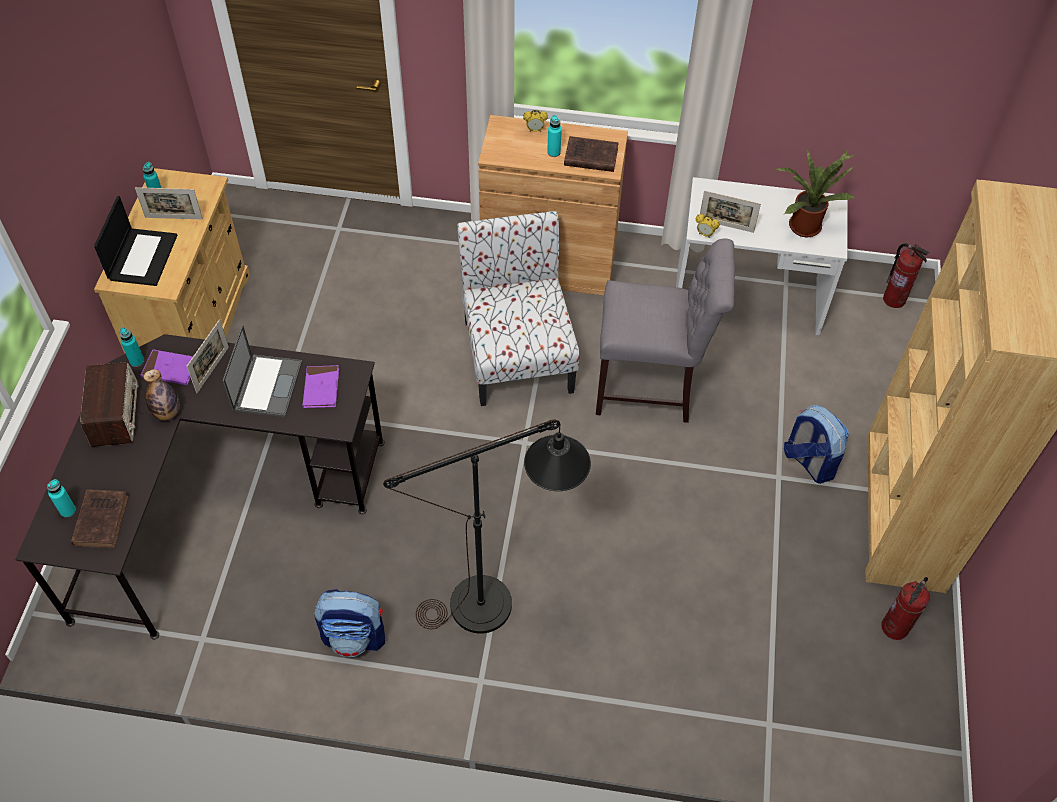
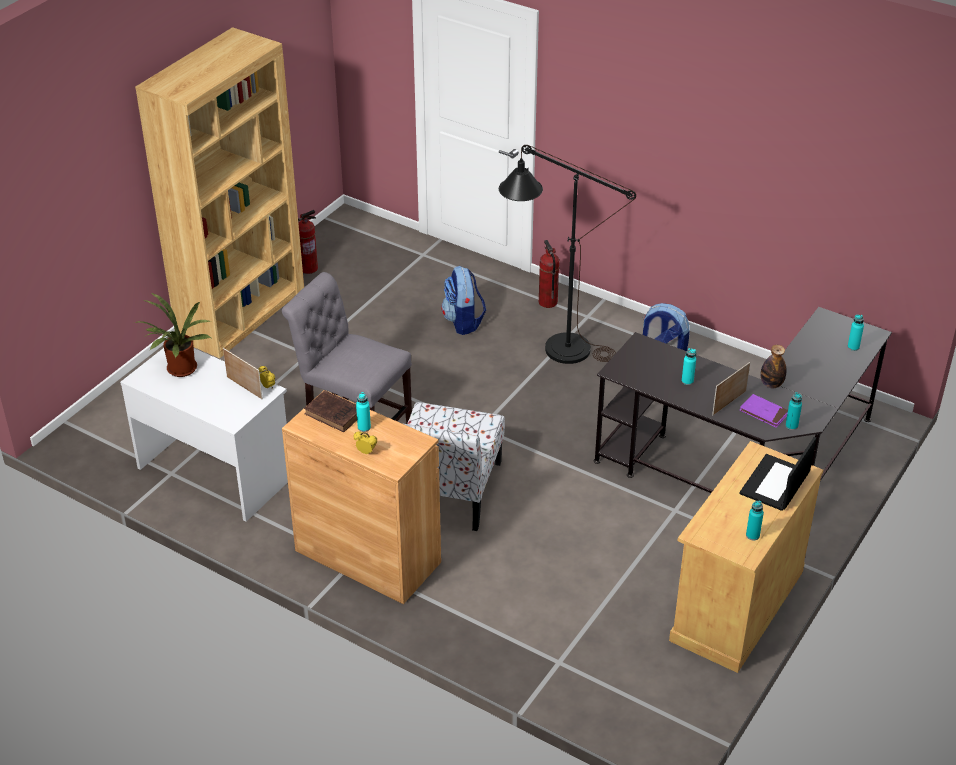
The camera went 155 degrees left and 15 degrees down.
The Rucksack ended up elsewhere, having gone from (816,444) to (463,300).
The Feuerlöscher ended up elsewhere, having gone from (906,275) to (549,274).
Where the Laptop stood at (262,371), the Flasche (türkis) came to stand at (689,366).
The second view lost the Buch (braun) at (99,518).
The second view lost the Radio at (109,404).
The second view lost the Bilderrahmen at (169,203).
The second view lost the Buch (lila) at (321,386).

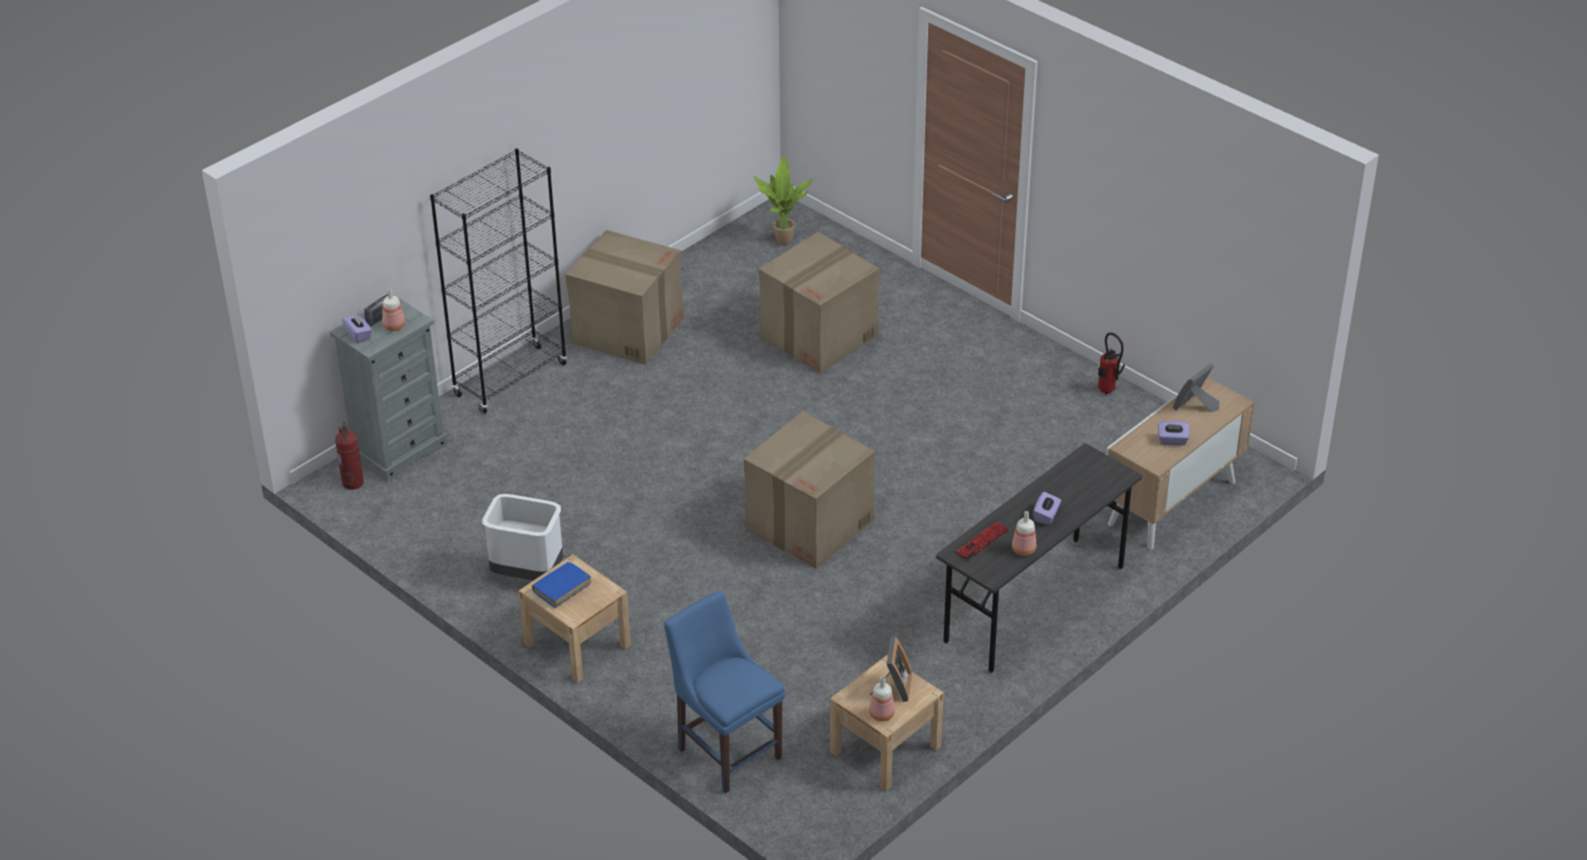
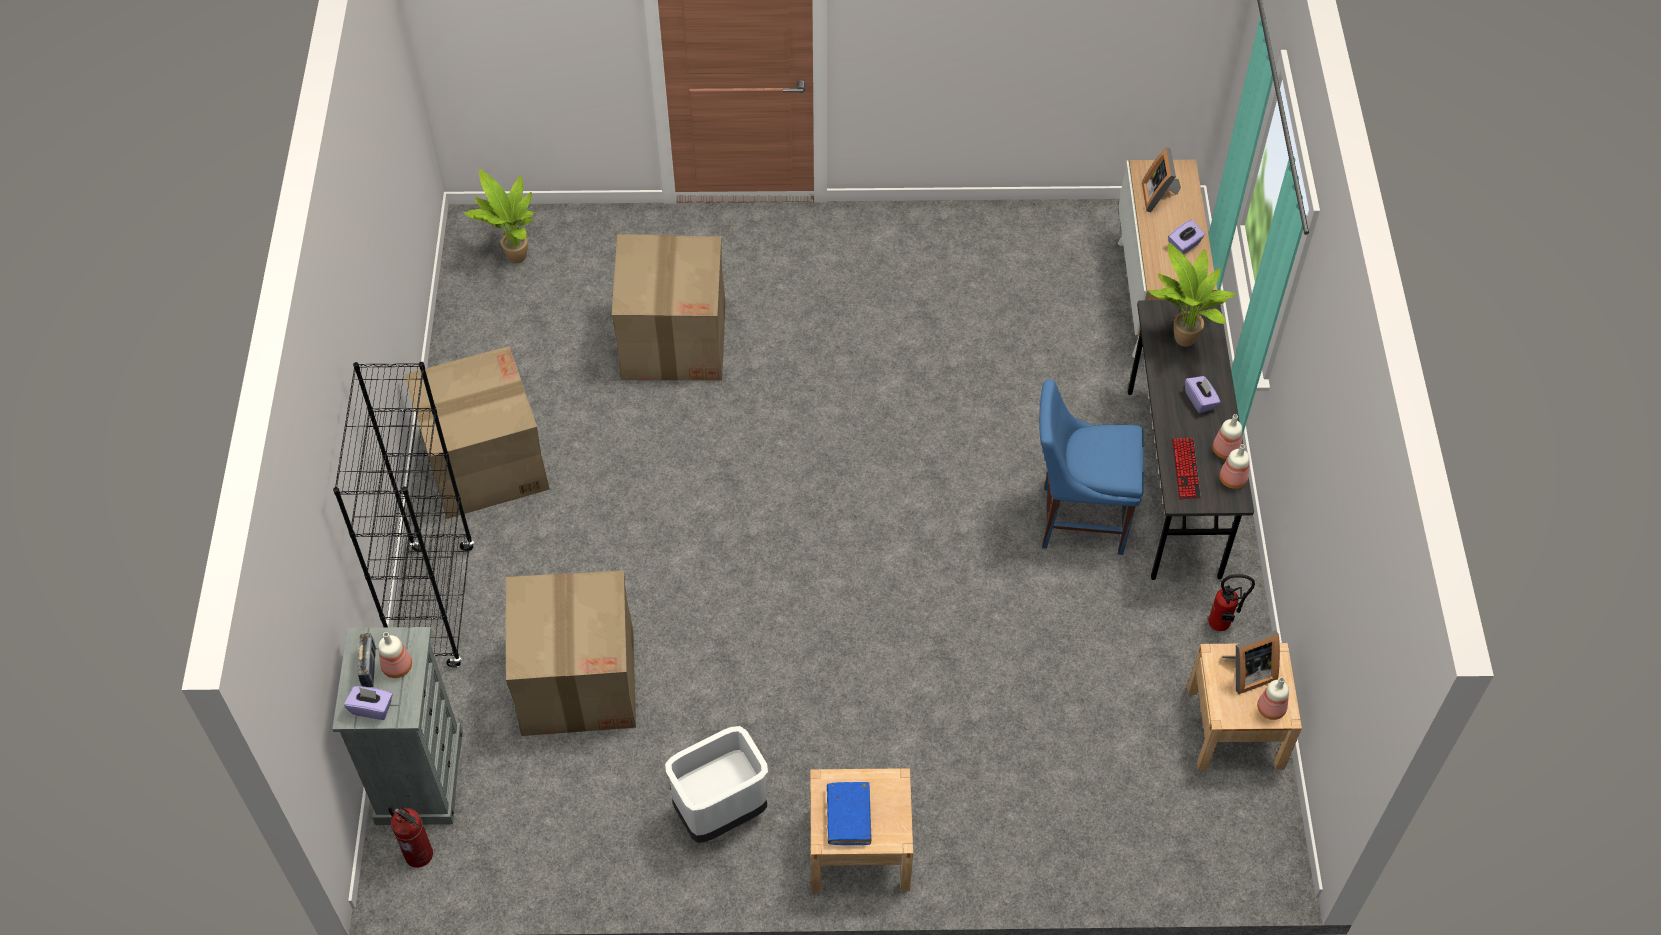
The camera went 45 degrees left and 15 degrees up.
The Karton ended up elsewhere, having gone from (809,489) to (571,653).
The Stuhl (blau) ended up elsewhere, having gone from (724,691) to (1091,467).
The second view gained the Topfpflanze at (1192,295).
The Feuerlöscher ended up elsewhere, having gone from (1111,363) to (1231,602).
The second view gained the Flasche at (1235,466).
The Bilderrahmen at (891,669) ended up facing another way, 105 degrees clockwise from before.

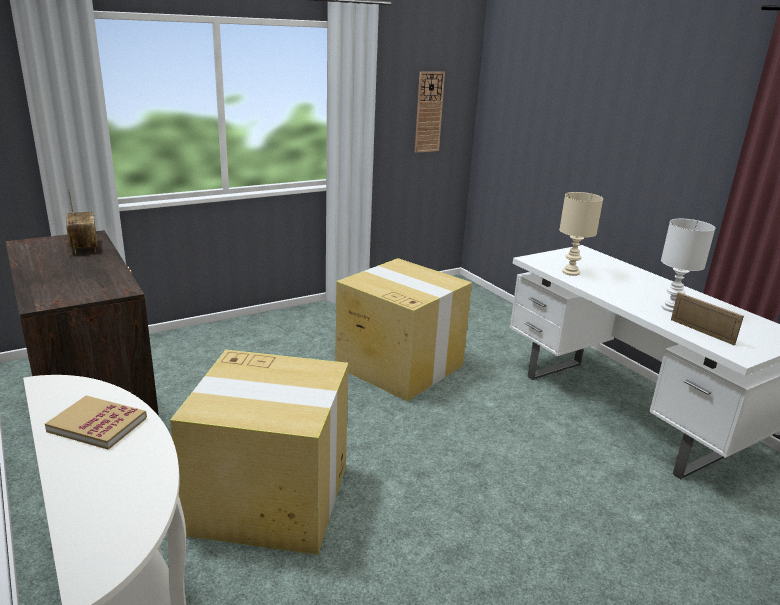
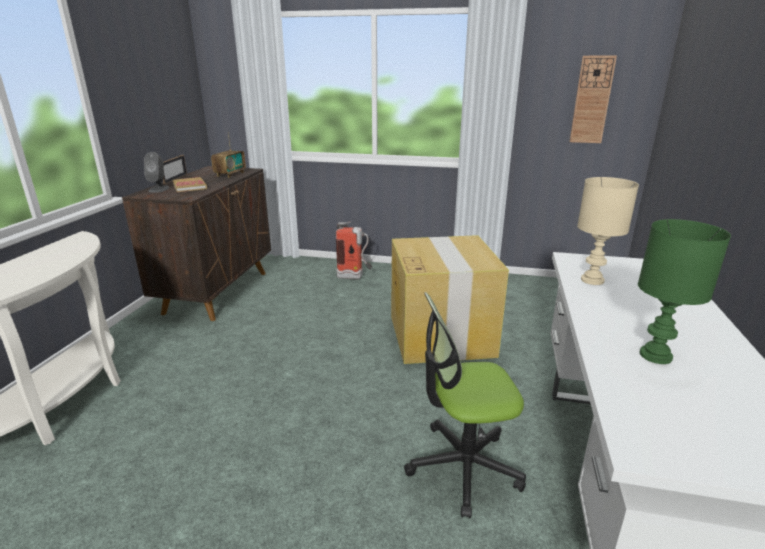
The camera went 45 degrees right and 0 degrees up.
The second view gained the Lautsprecher (grau) at (156,172).
The Bilderrahmen ended up elsewhere, having gone from (707,318) to (175,169).
The Buch ended up elsewhere, having gone from (96,423) to (189,184).
The second view gained the Feuerlöscher at (354,251).
The second view gained the Bürostuhl at (465,405).
What was the Tischlampe (weiß) at (688,265) turned into the Tischlampe (grün) at (684,291).
The second view lost the Karton at (259,452).

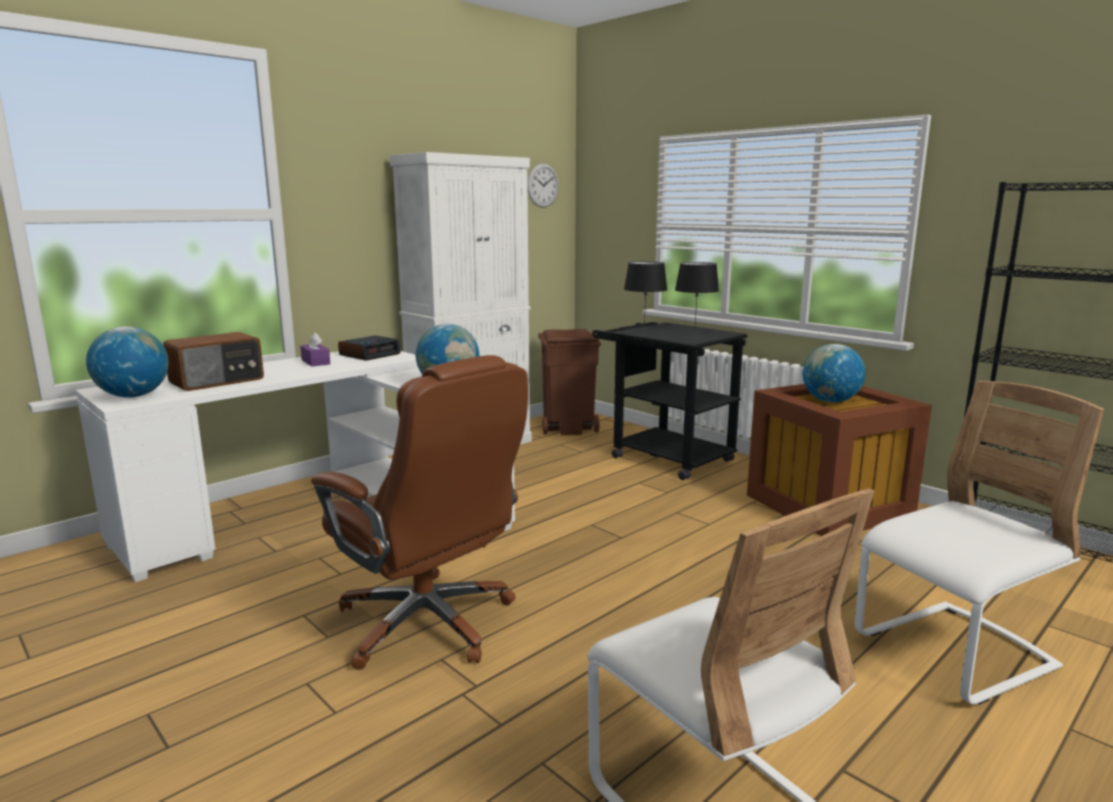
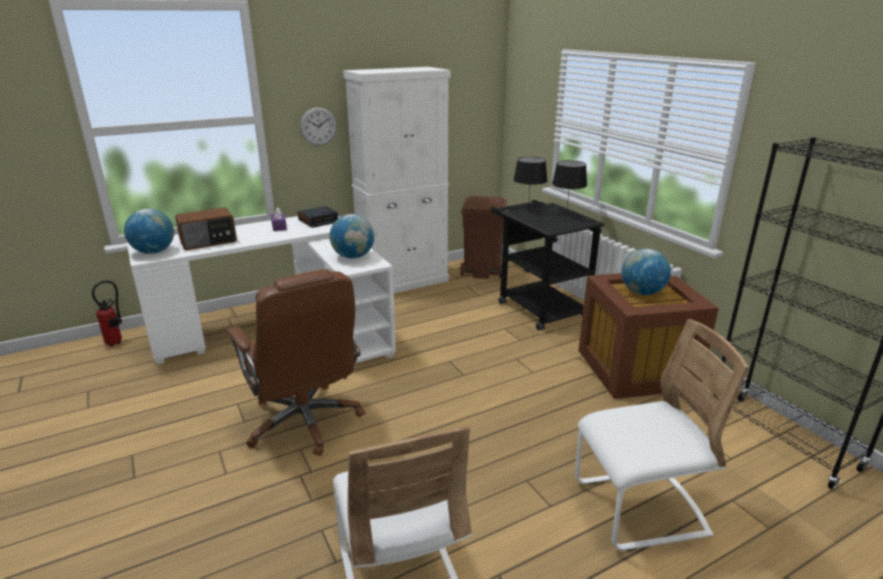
The camera went 15 degrees right and 10 degrees up.
The second view gained the Feuerlöscher at (107,313).
The Wanduhr ended up elsewhere, having gone from (543,185) to (318,126).

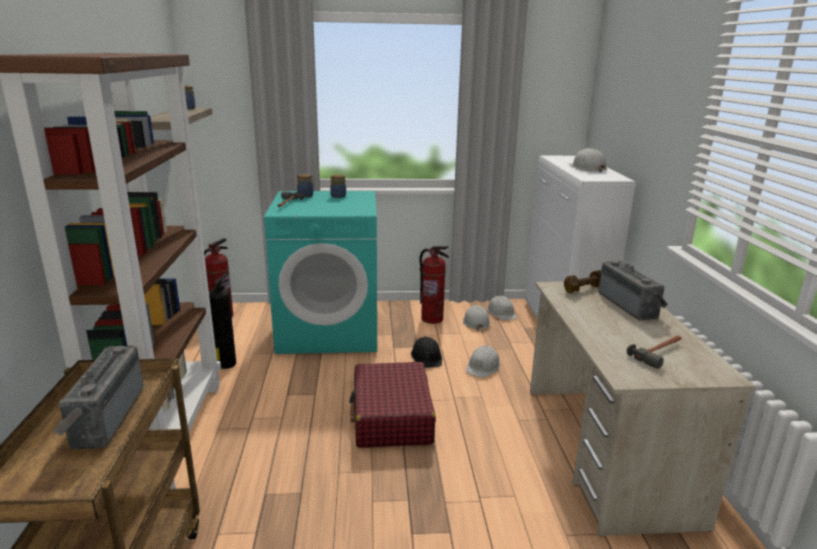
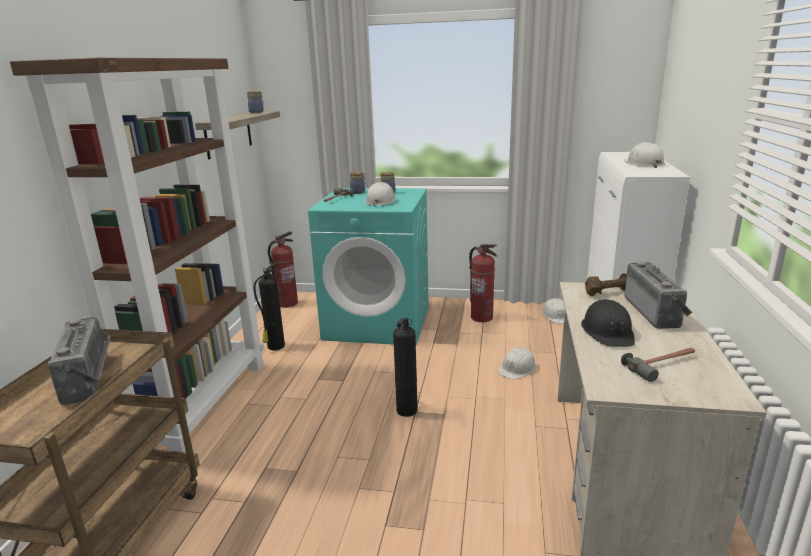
The camera went 15 degrees right and 0 degrees up.
The Radio at (98,397) ended up facing another way, 150 degrees clockwise from before.
The Schutzhelm (weiß) ended up elsewhere, having gone from (476,318) to (380,194).
Where the Koffer (rot) stood at (392,405), the Feuerlöscher came to stand at (405,367).
The Schutzhelm (schwarz) ended up elsewhere, having gone from (426,352) to (608,323).

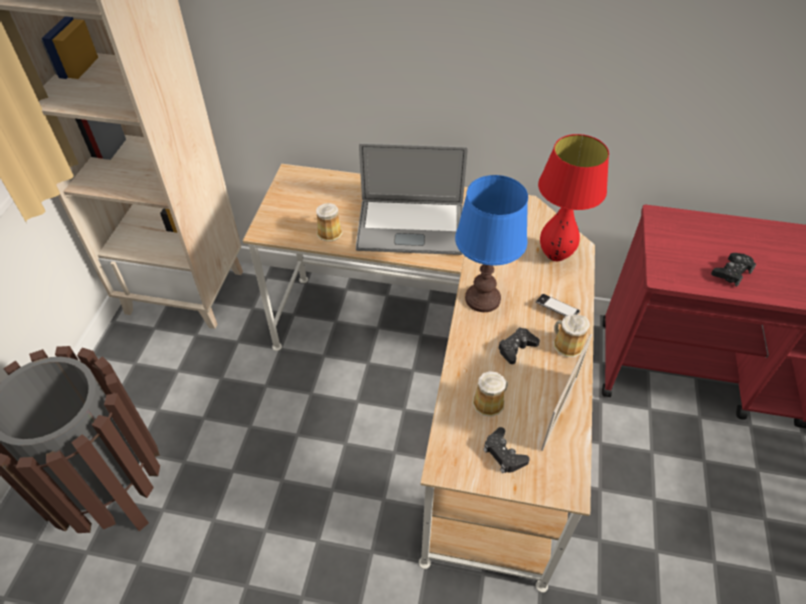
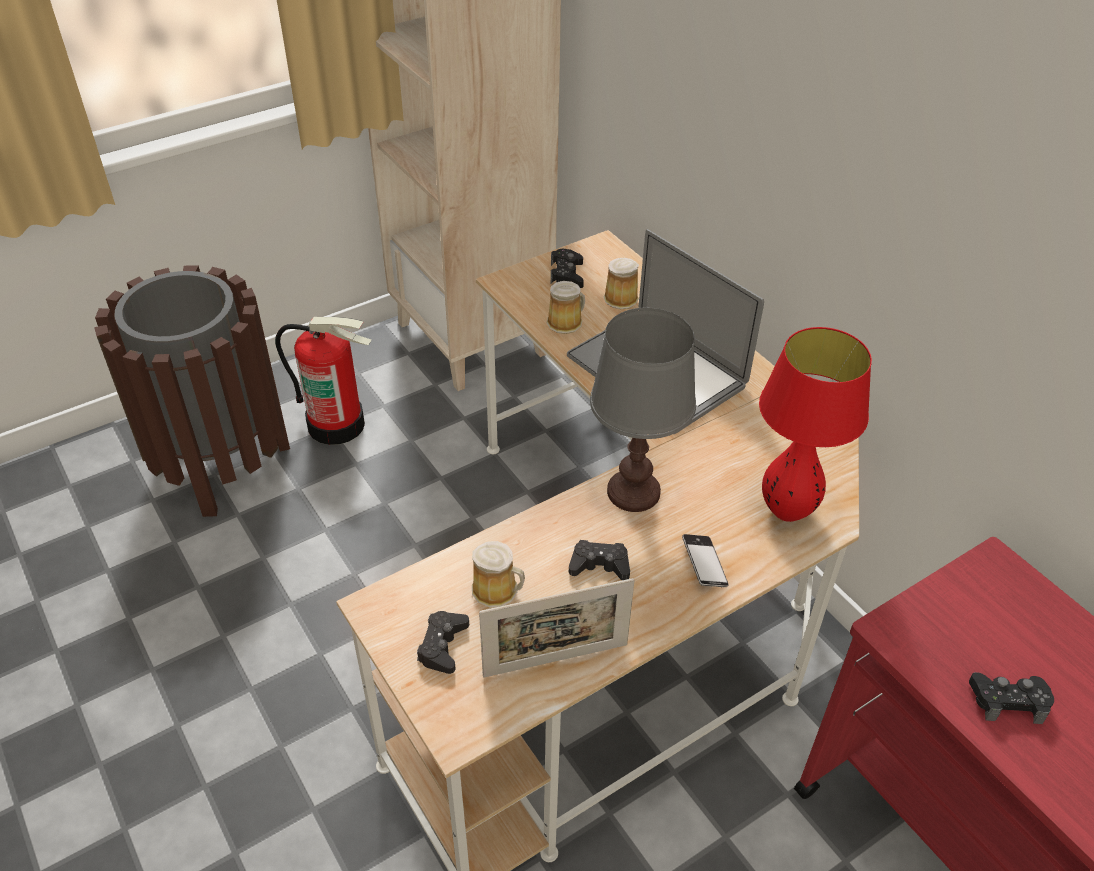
The camera went 45 degrees right and 5 degrees down.
The second view gained the Feuerlöscher at (323,381).
The second view gained the Gamepad (schwarz) at (567,268).
What was the Tischlampe (blau) at (491,243) turned into the Tischlampe (grau) at (643,409).
The Henkelbecher ended up elsewhere, having gone from (571,335) to (621,283).

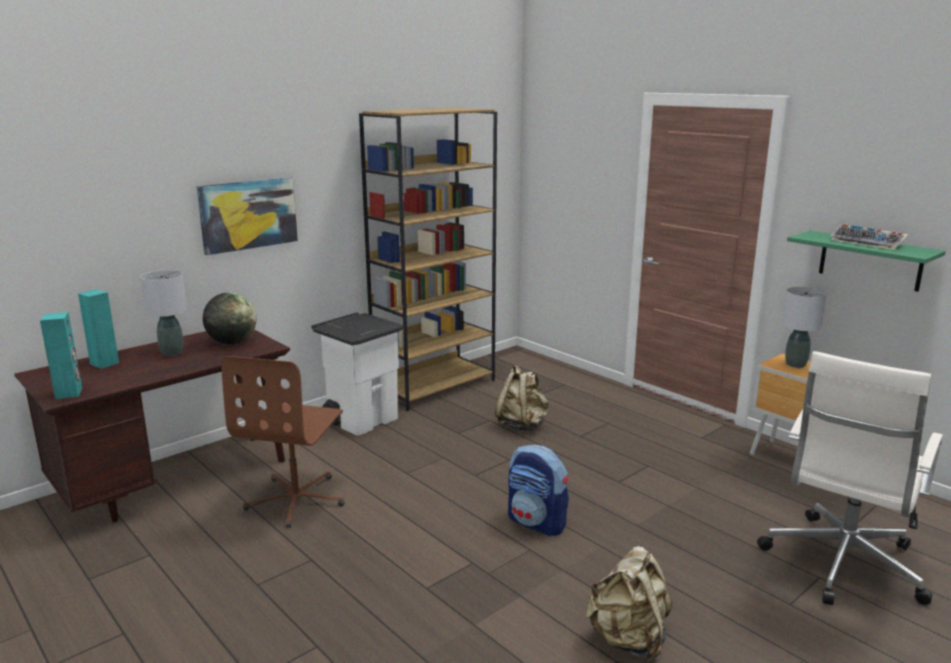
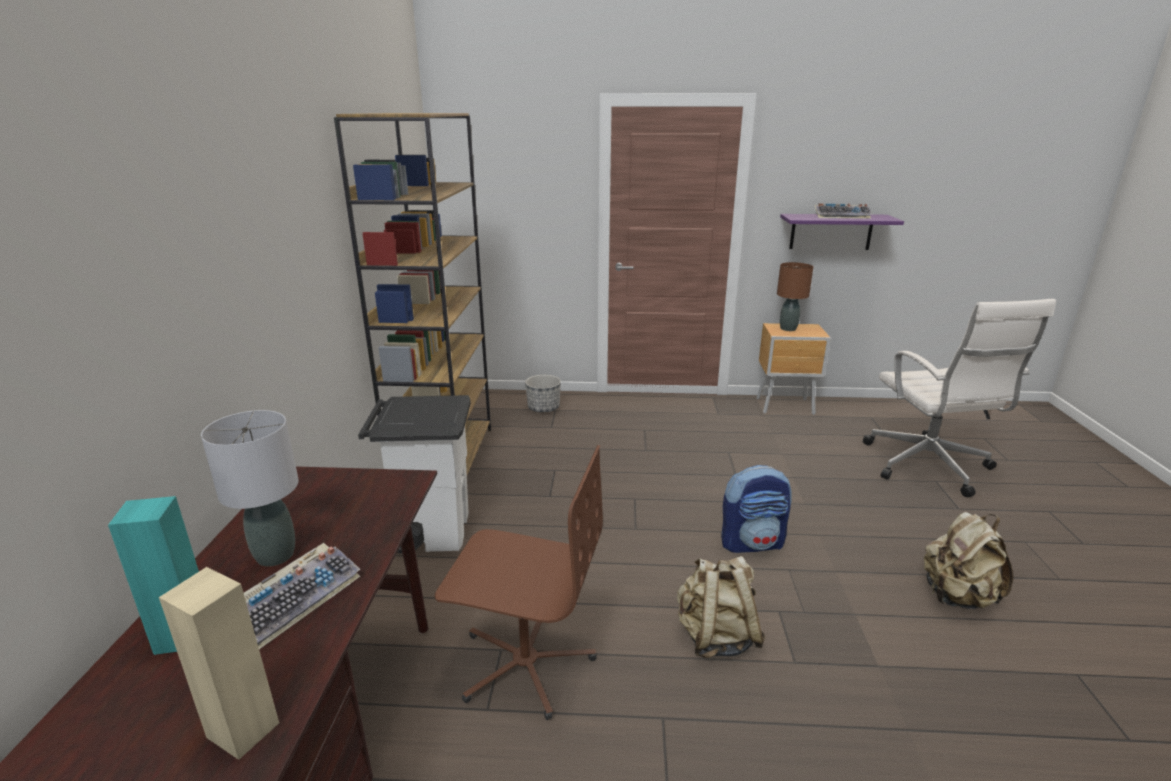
The camera went 45 degrees left and 5 degrees up.
What was the Lautsprecher (türkis) at (61,355) turned into the Lautsprecher (beige) at (219,663).
The second view gained the Tastatur at (302,596).
The Bürostuhl (braun) at (283,442) ended up facing another way, 45 degrees counterclockwise from before.
The second view gained the Pflanzkübel at (543,394).
The Rucksack (beige) ended up elsewhere, having gone from (522,398) to (721,607).
What was the Tischlampe (grau) at (804,327) turned into the Tischlampe (braun) at (795,296).
What was the Wandregal (grün) at (866,261) turned into the Wandregal (lila) at (842,232).
The second view lost the Bild at (247,216).
The second view lost the Globus at (229,318).

